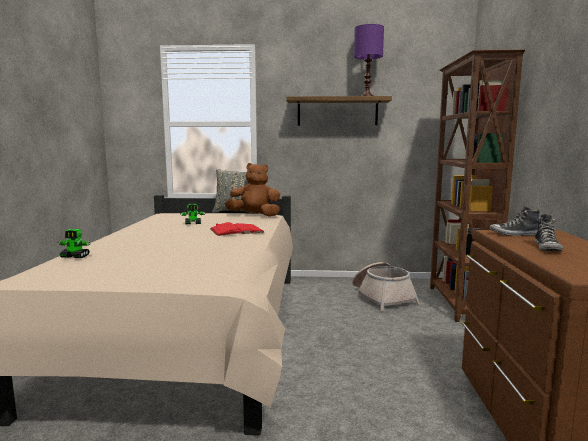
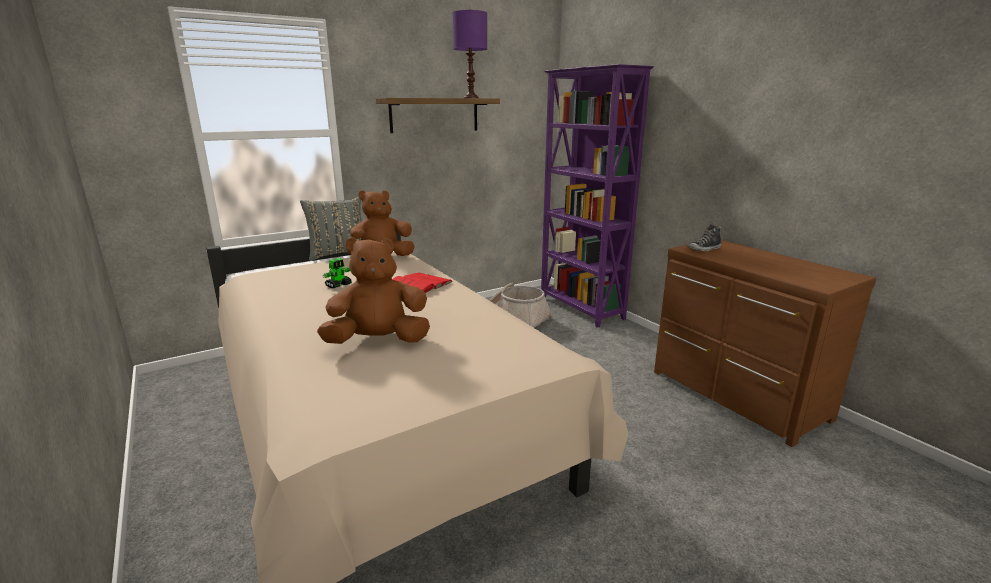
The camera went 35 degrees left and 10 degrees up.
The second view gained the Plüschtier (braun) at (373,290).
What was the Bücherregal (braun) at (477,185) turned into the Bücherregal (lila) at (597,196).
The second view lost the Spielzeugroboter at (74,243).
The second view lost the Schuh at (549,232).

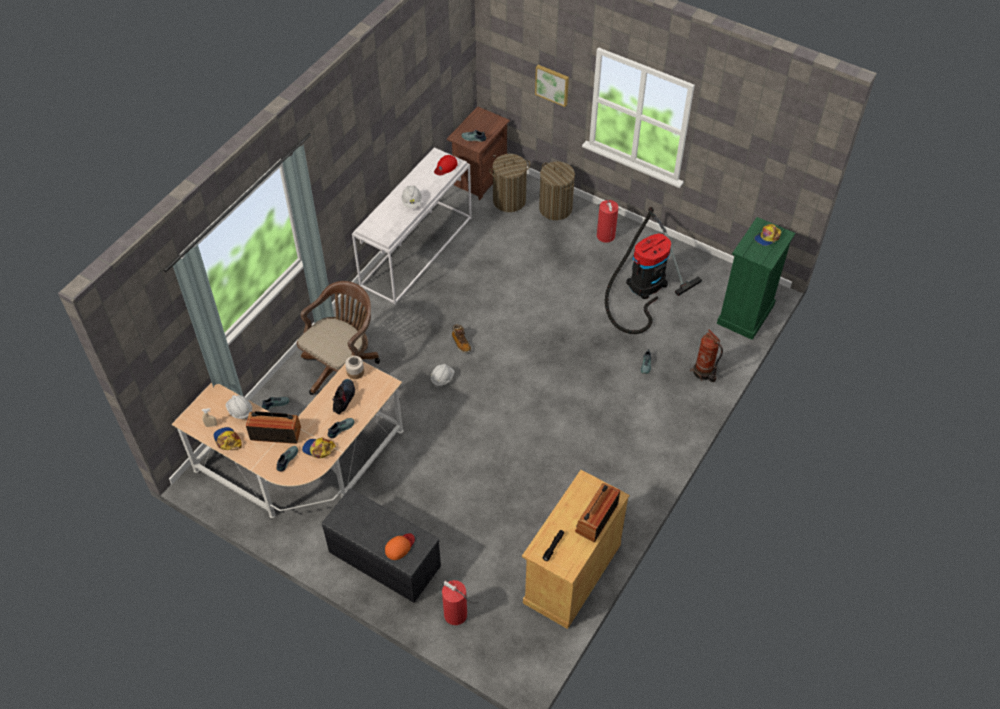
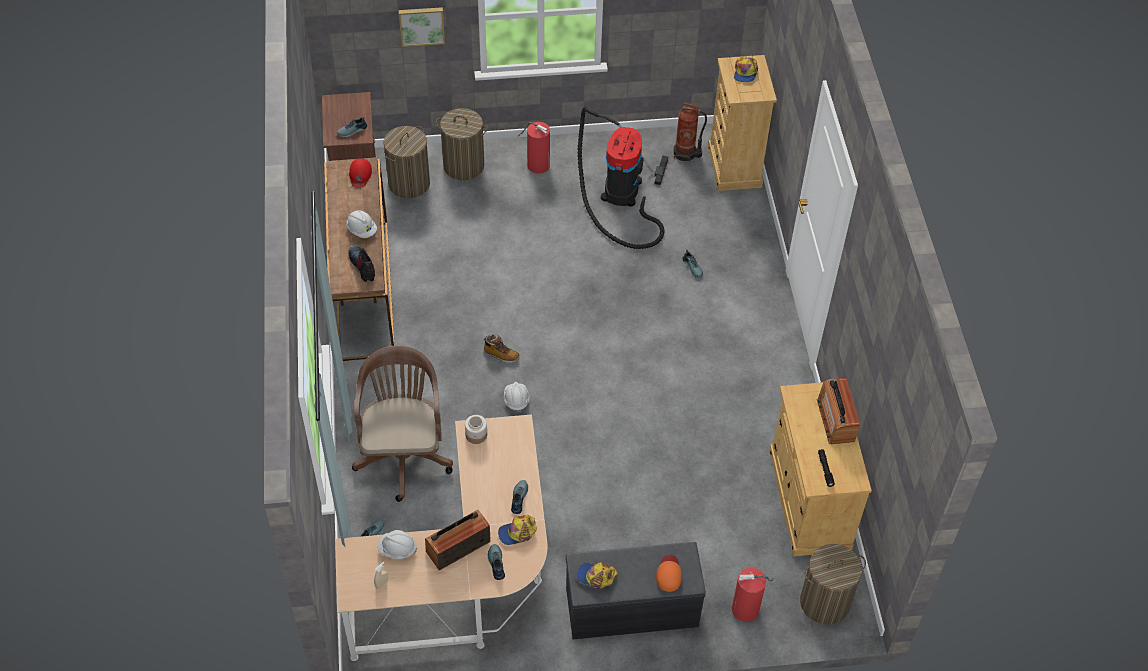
The camera went 40 degrees left and 0 degrees up.
What was the Konsolentisch (weiß) at (412,225) turned into the Konsolentisch (braun) at (359,259).
The Stiefel ended up elsewhere, having gone from (343,397) to (361,264).
The Kappe ended up elsewhere, having gone from (227,438) to (597,575).
The Feuerlöscher ended up elsewhere, having gone from (706,355) to (690,132).
What was the Kommode (grün) at (756,278) turned into the Kommode (beige) at (742,123).
The second view gained the Wäschekorb at (833,584).

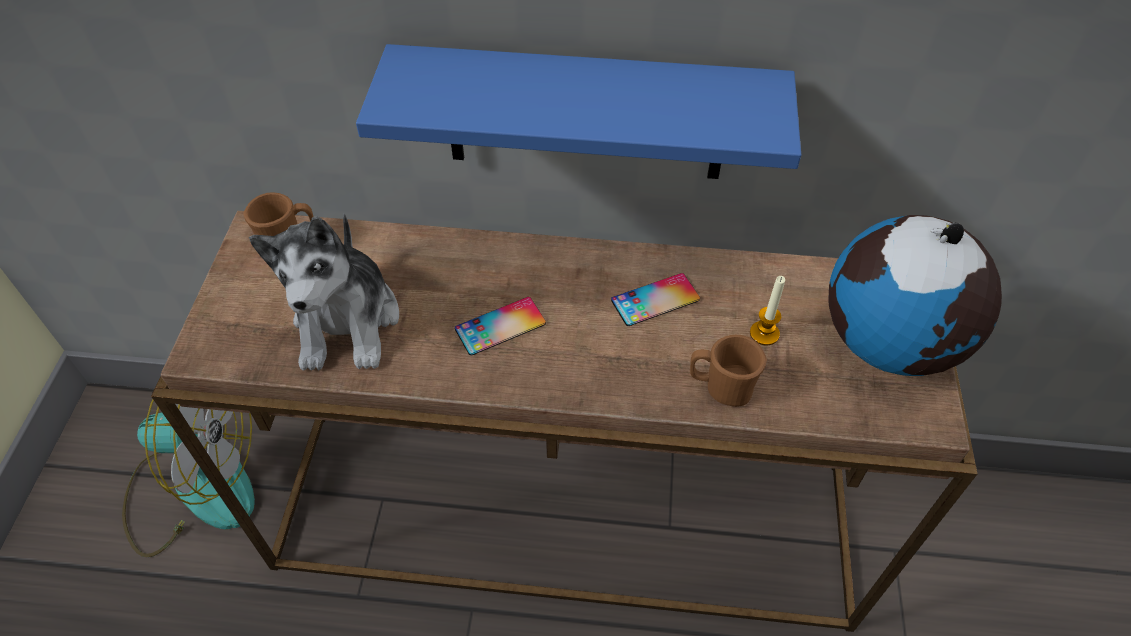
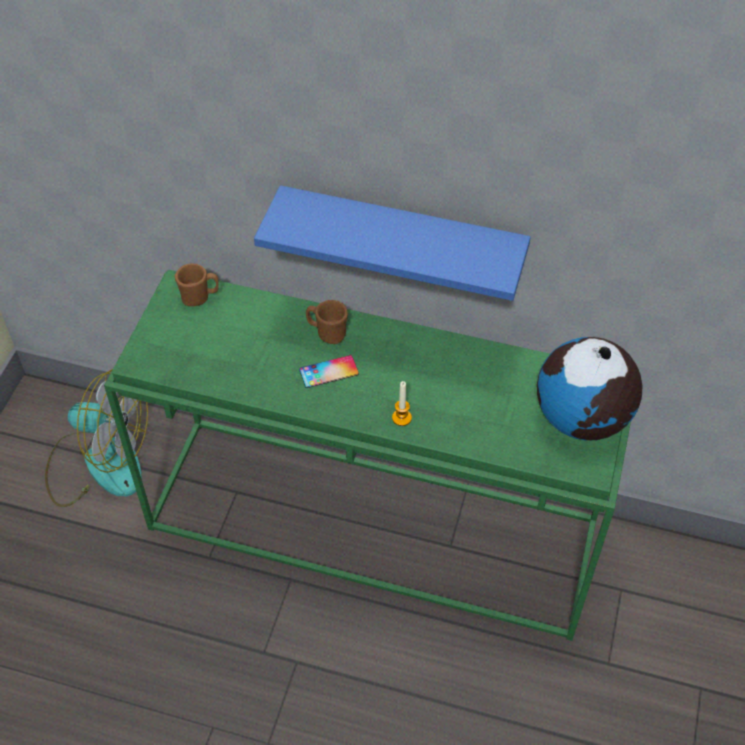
The camera went 10 degrees right and 0 degrees up.
What was the Konsolentisch (braun) at (564,421) turned into the Konsolentisch (grün) at (367,455).
The Henkelbecher (braun) ended up elsewhere, having gone from (728,371) to (327,322).
The Kerze ended up elsewhere, having gone from (767,310) to (402,403).
The second view lost the Plüschtier at (324,292).
The second view lost the Handy at (655,299).

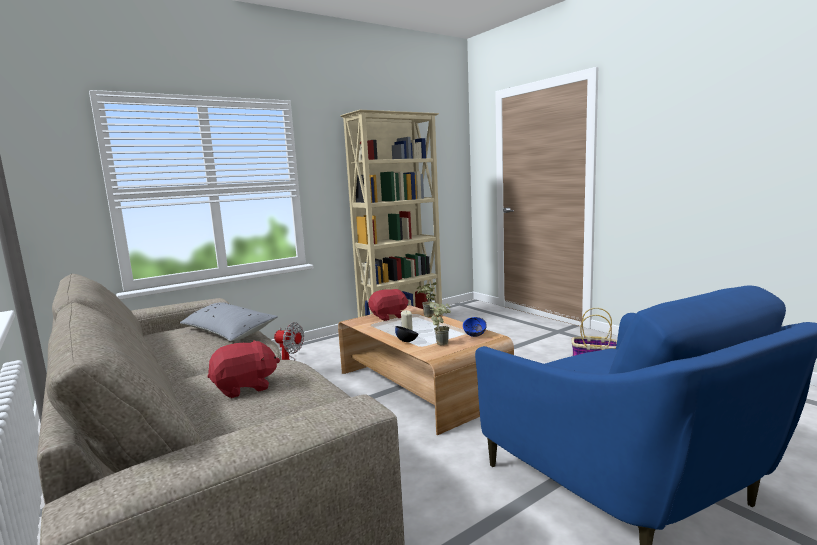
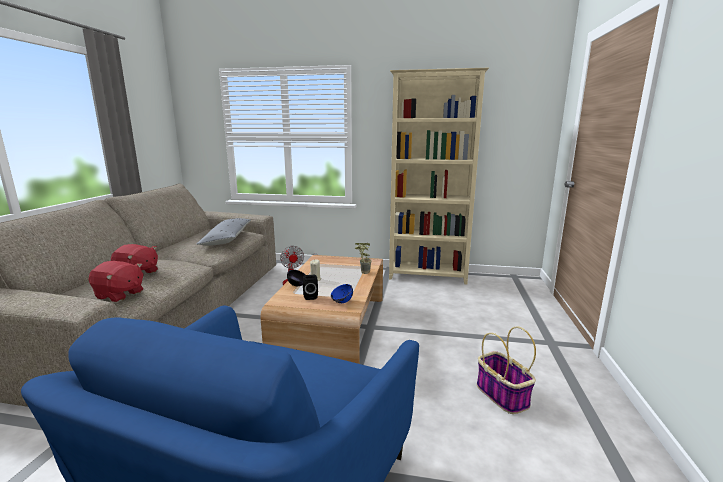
The camera went 45 degrees right and 5 degrees up.
The Plüschtier (rot) ended up elsewhere, having gone from (388,305) to (115,281).
Where the Topfpflanze stood at (440,323), the Lautsprecher (schwarz) came to stand at (310,287).

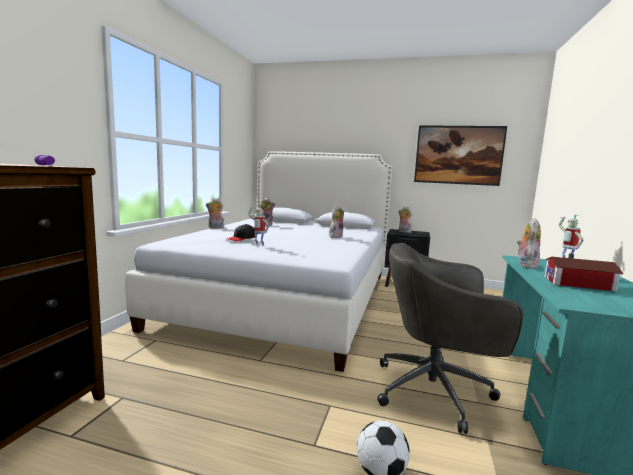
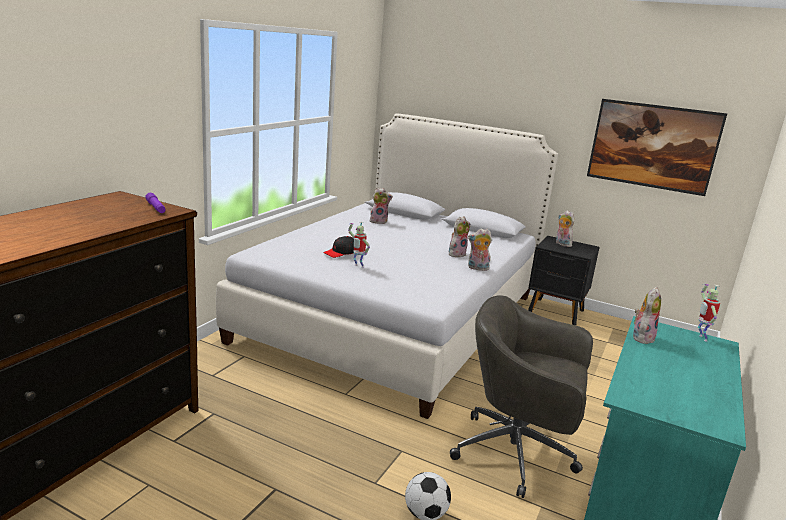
The camera went 10 degrees right and 10 degrees up.
The Plüschtier ended up elsewhere, having gone from (215,213) to (480,249).
The second view lost the Spielzeughaus at (584,272).

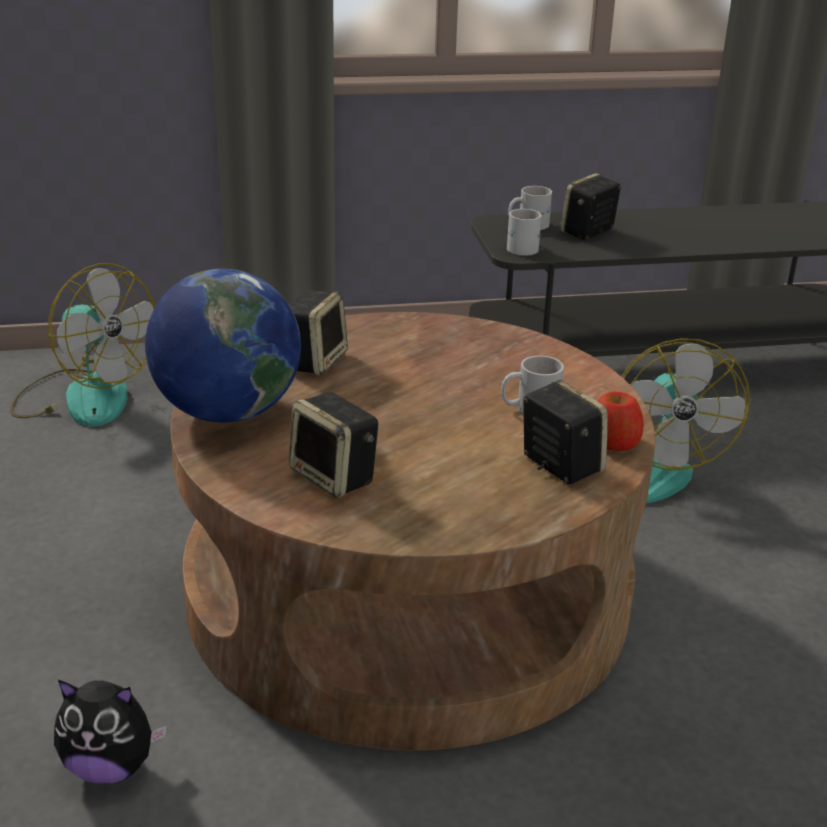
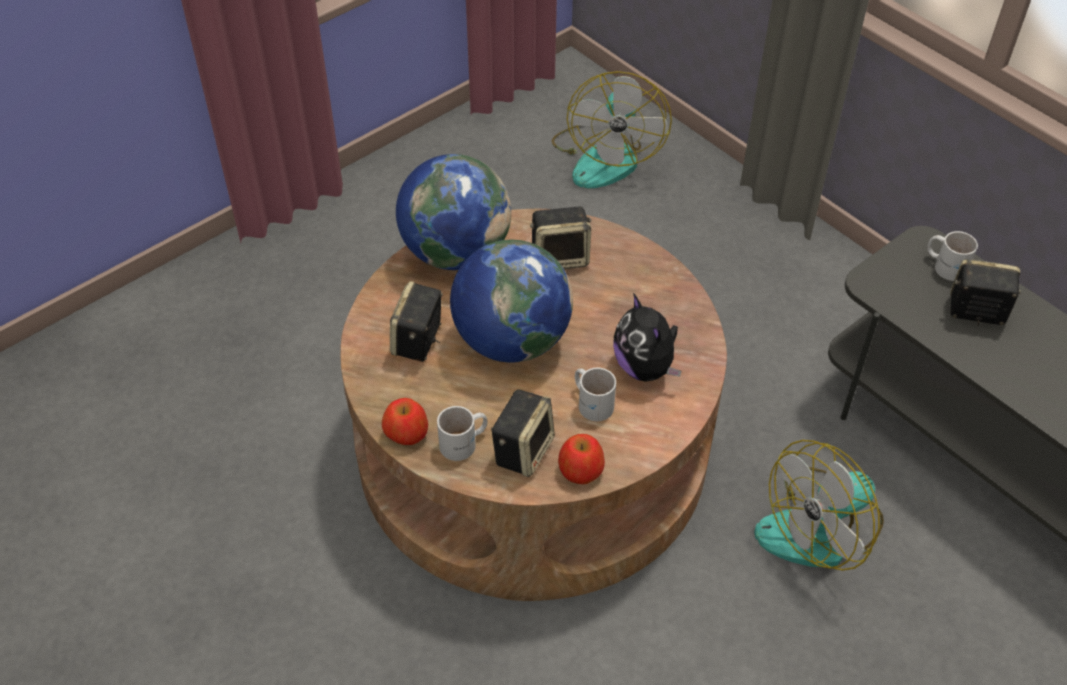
The camera went 60 degrees right and 20 degrees up.
The second view gained the Apfel at (405,421).
The Henkelbecher (weiß) ended up elsewhere, having gone from (524,232) to (462,433).
The second view gained the Globus at (511,301).
The Plüschtier ended up elsewhere, having gone from (110,732) to (647,337).

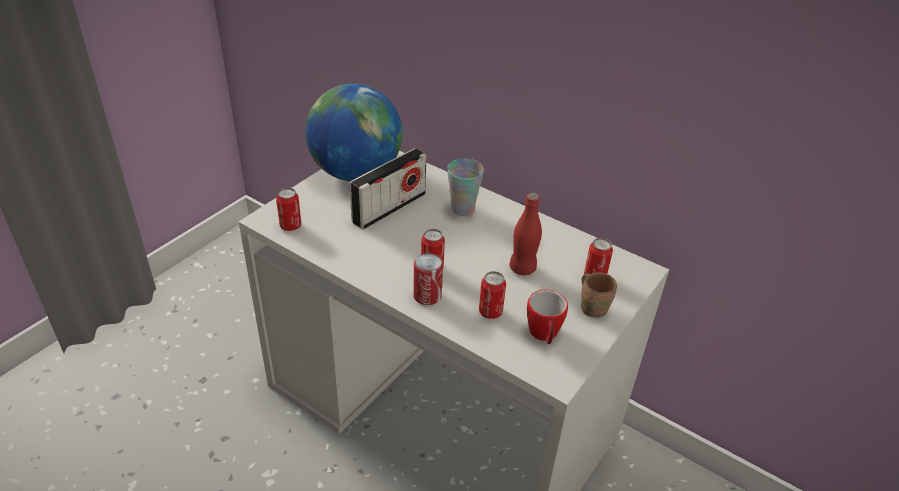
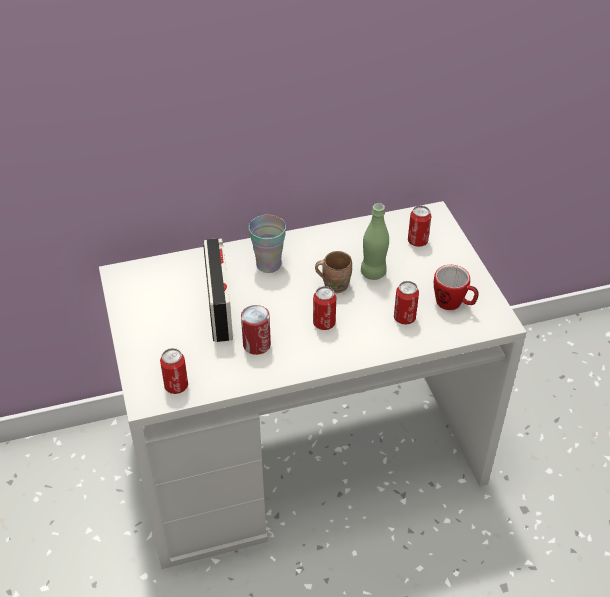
The camera went 50 degrees left and 5 degrees up.
The Dose ended up elsewhere, having gone from (428,279) to (256,330).
The Henkelbecher (braun) ended up elsewhere, having gone from (599,295) to (333,272).
What was the Flasche (rot) at (525,234) turned into the Flasche (grün) at (375,241).
The second view lost the Globus at (354,132).

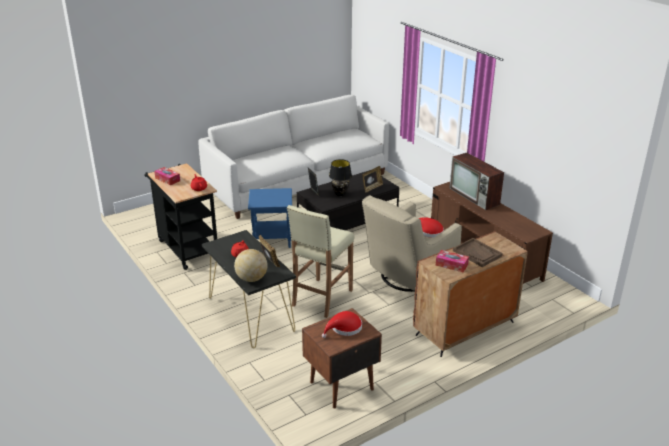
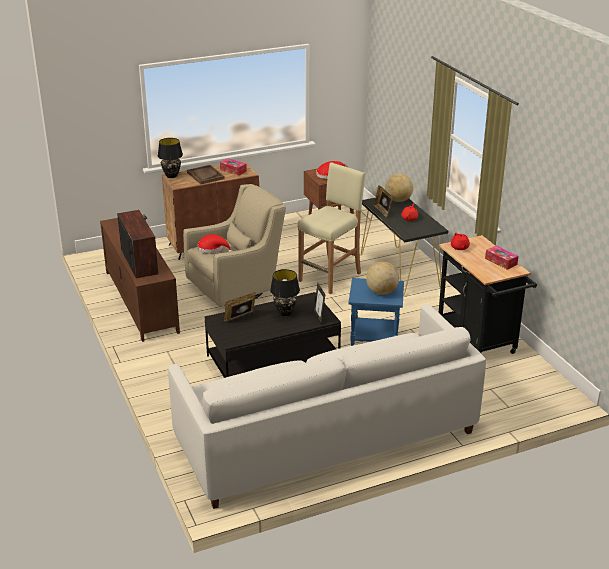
The camera went 170 degrees left and 0 degrees up.
The second view gained the Tischlampe (schwarz) at (170,158).
The second view gained the Globus at (382,278).

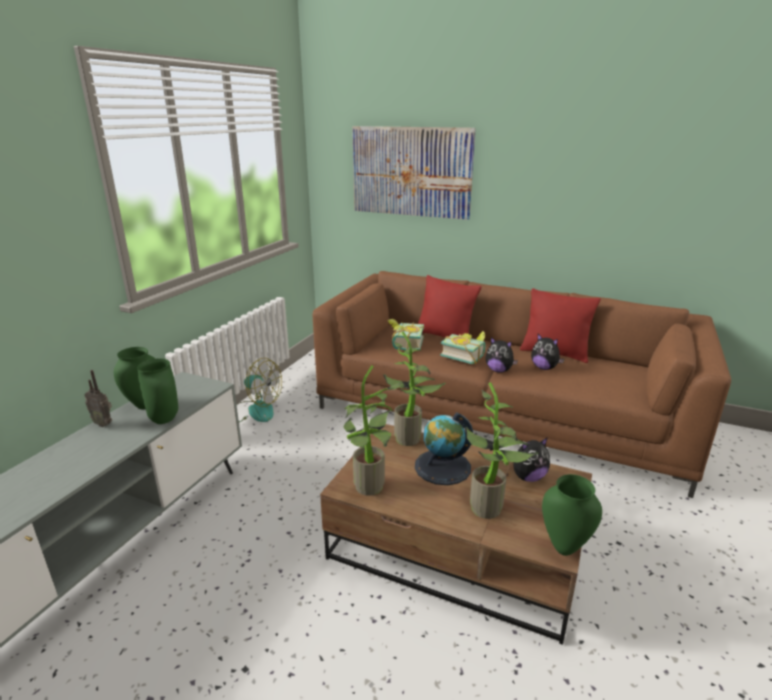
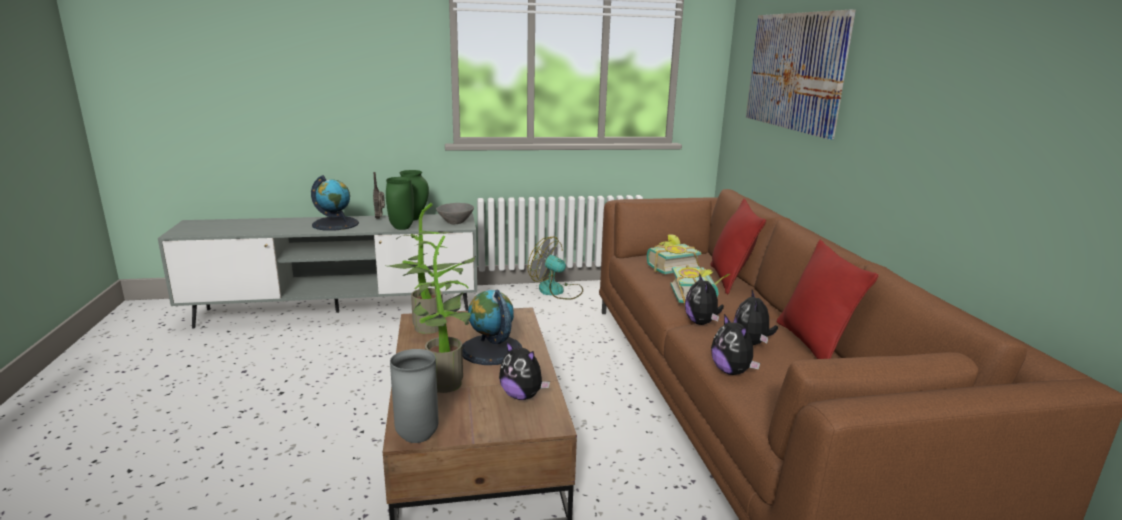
The camera went 55 degrees right and 5 degrees down.
The second view gained the Globus at (335,203).
What was the Vase (grün) at (572,515) turned into the Vase (grau) at (414,396).
The second view gained the Schüssel (grau) at (455,213).
The Ventilator at (260,390) ended up facing another way, 135 degrees clockwise from before.
The second view gained the Plüschtier at (735,344).
The second view lost the Topfpflanze at (414,388).

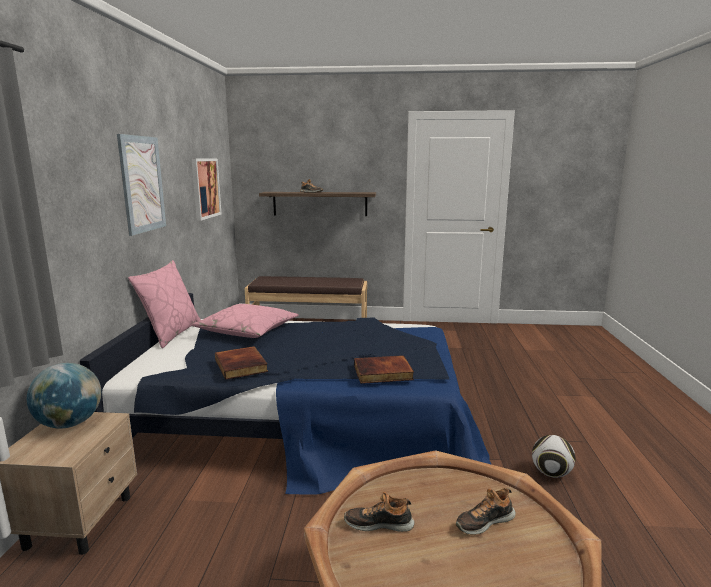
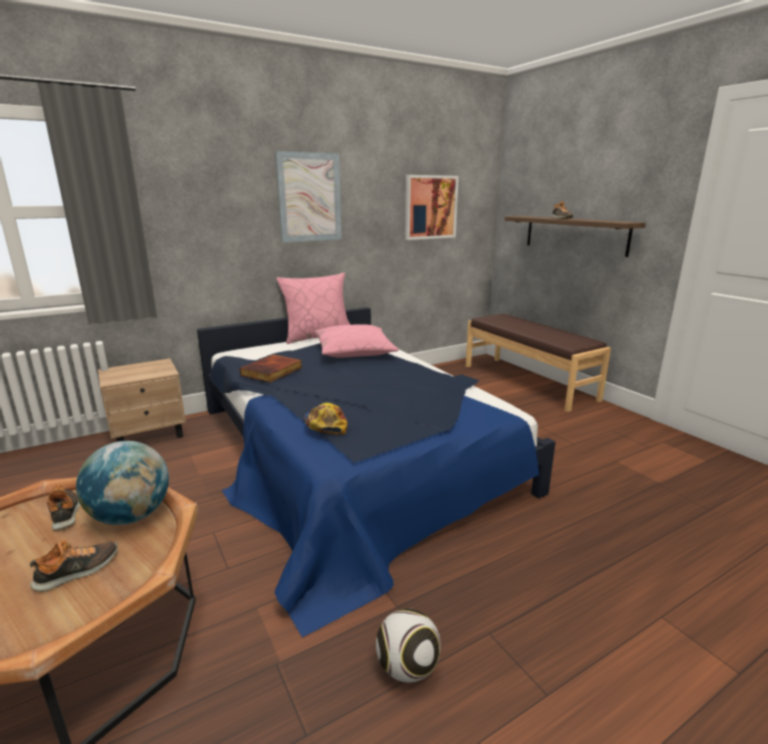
The camera went 55 degrees right and 5 degrees up.
The Schuh at (486,511) ended up facing another way, 105 degrees clockwise from before.
The Globus ended up elsewhere, having gone from (64,396) to (122,483).
Where the Buch stood at (384,369), the Kappe came to stand at (326,419).

